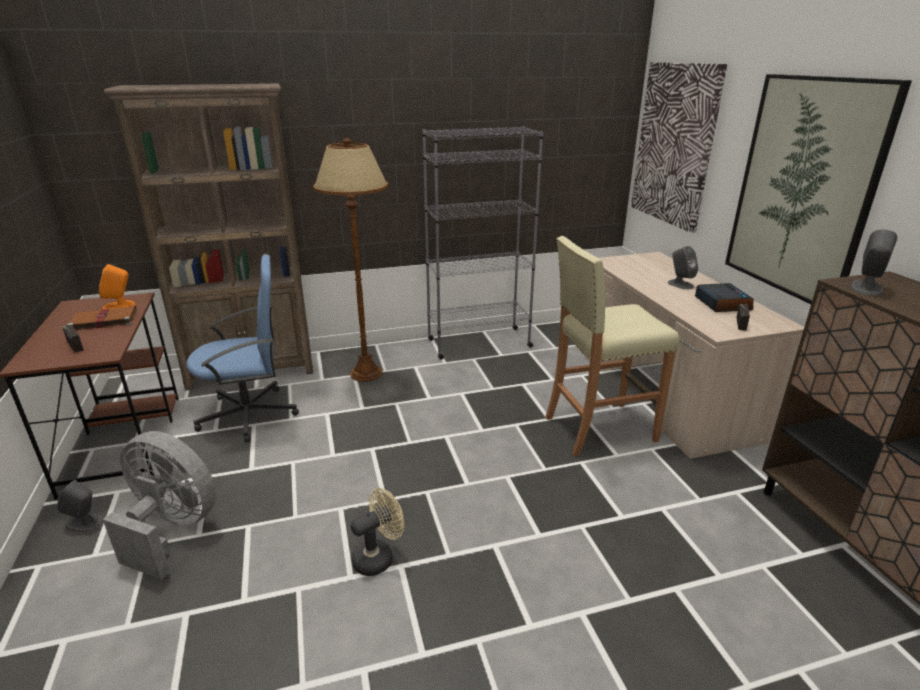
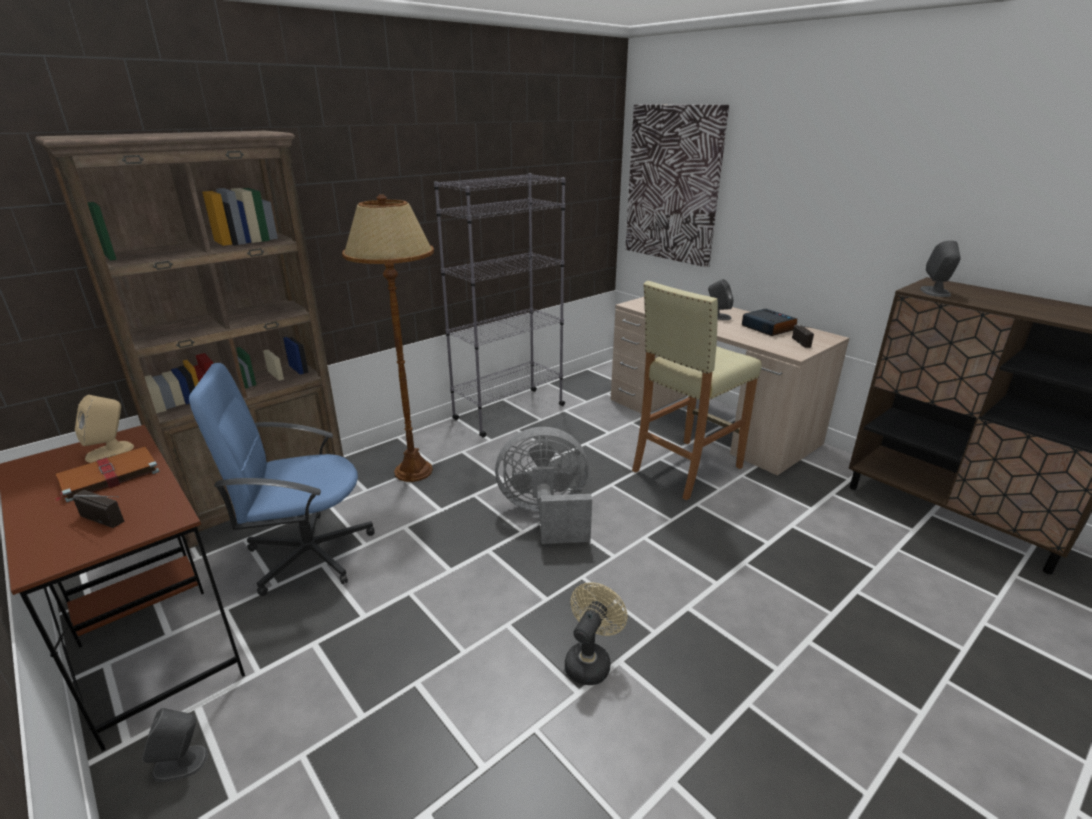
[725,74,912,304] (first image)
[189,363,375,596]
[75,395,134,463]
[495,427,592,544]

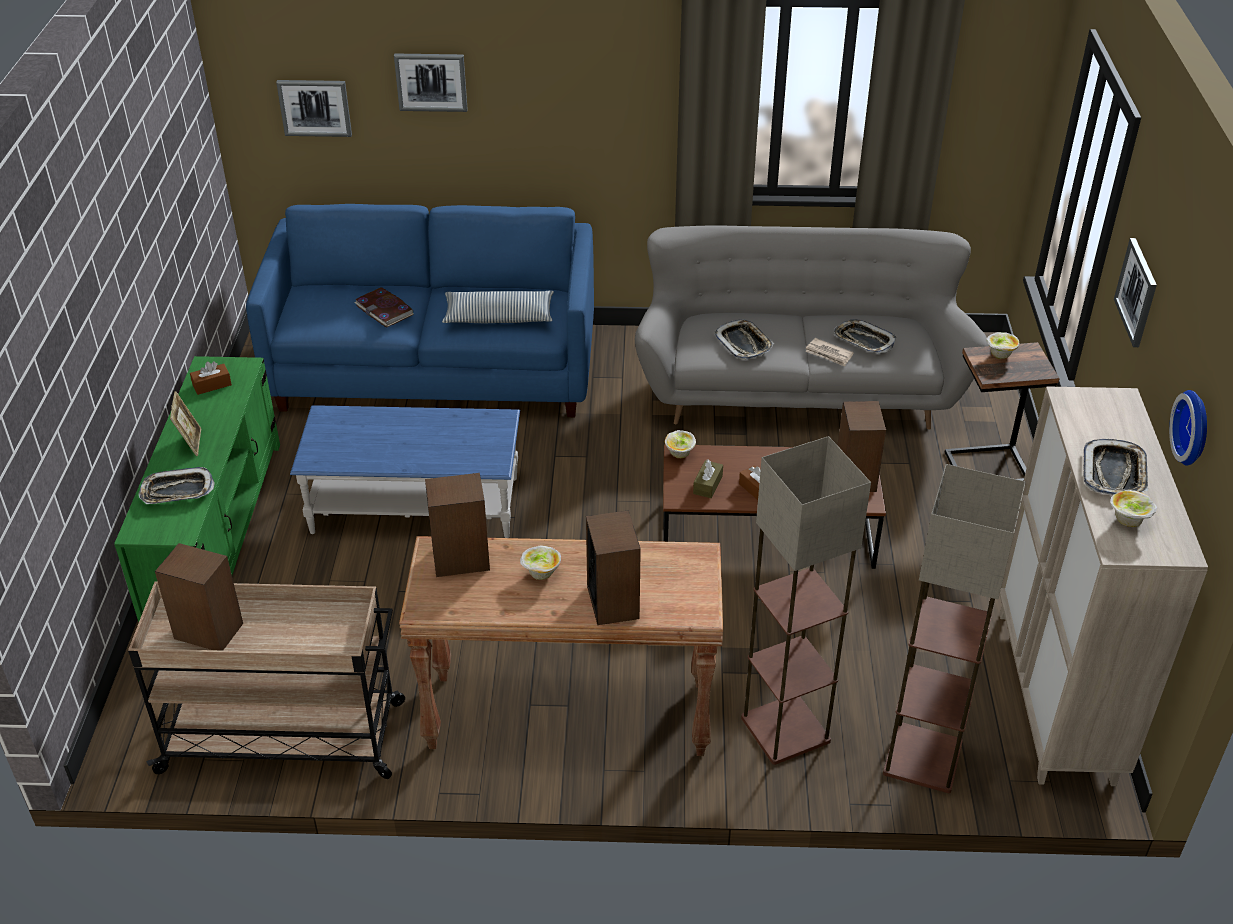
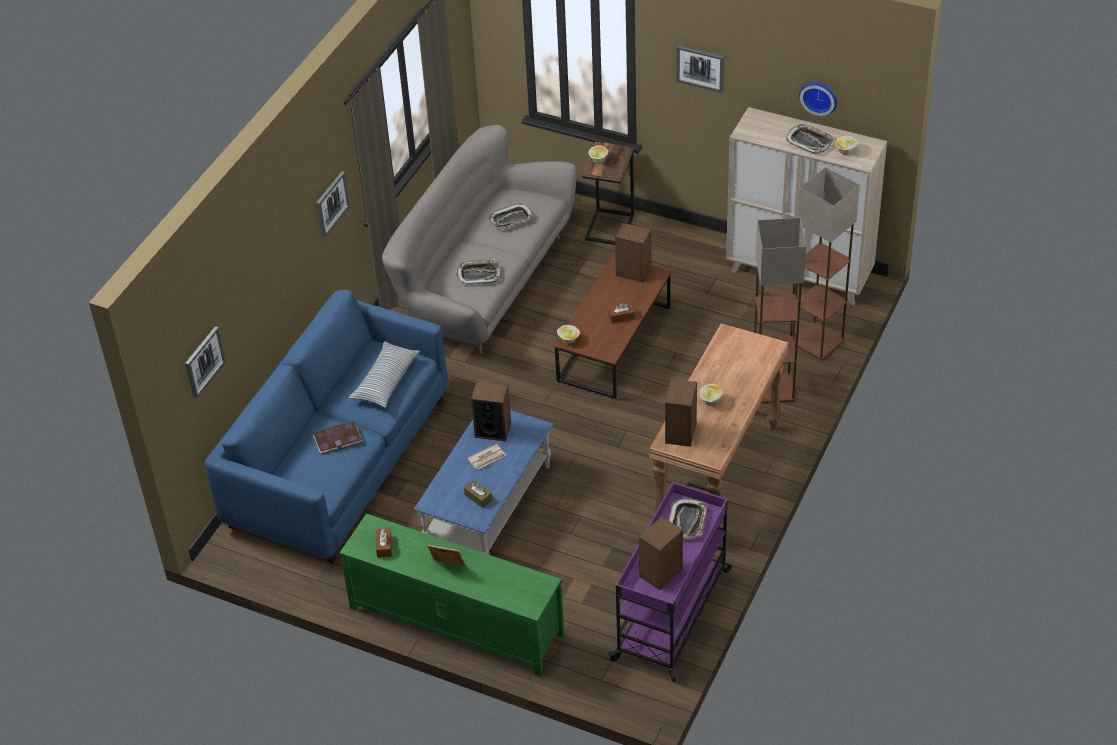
[316,171,350,238]
[467,444,506,470]
[464,480,493,508]
[668,499,708,539]
[471,381,511,441]
[608,482,732,682]

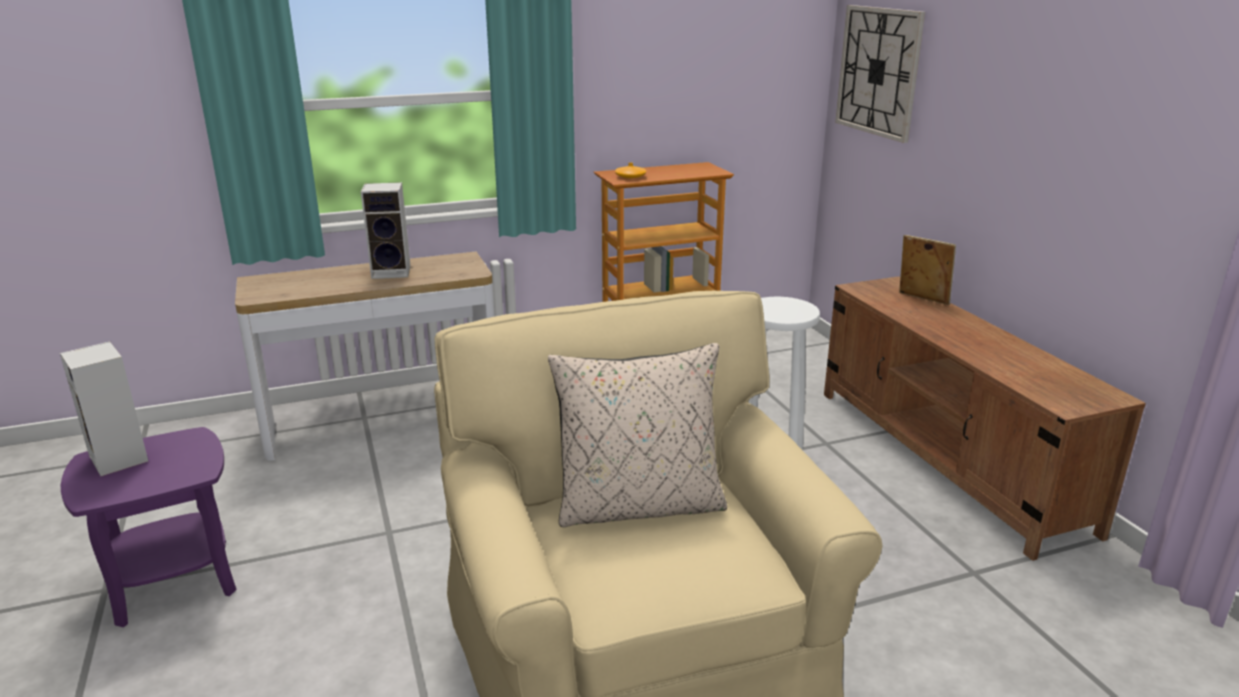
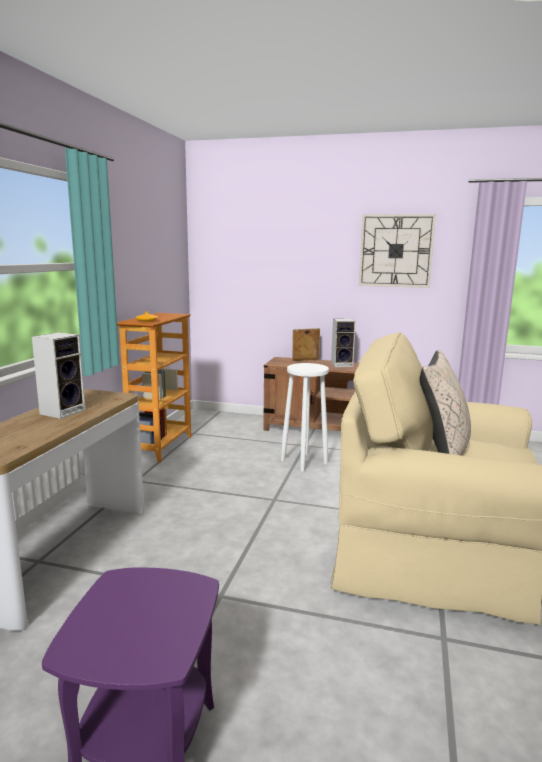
[359,214,436,288]
[331,319,356,367]

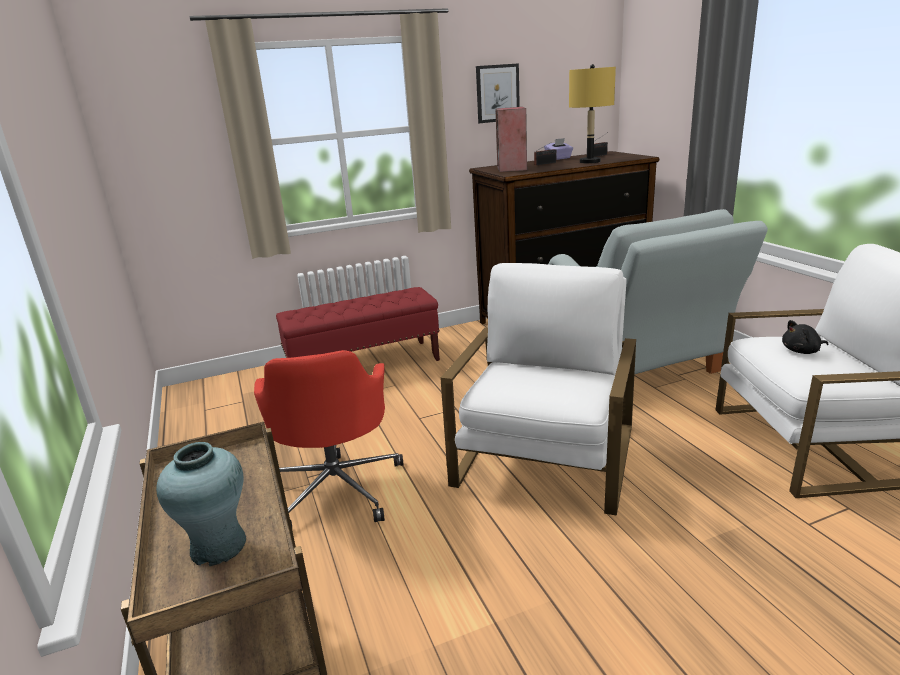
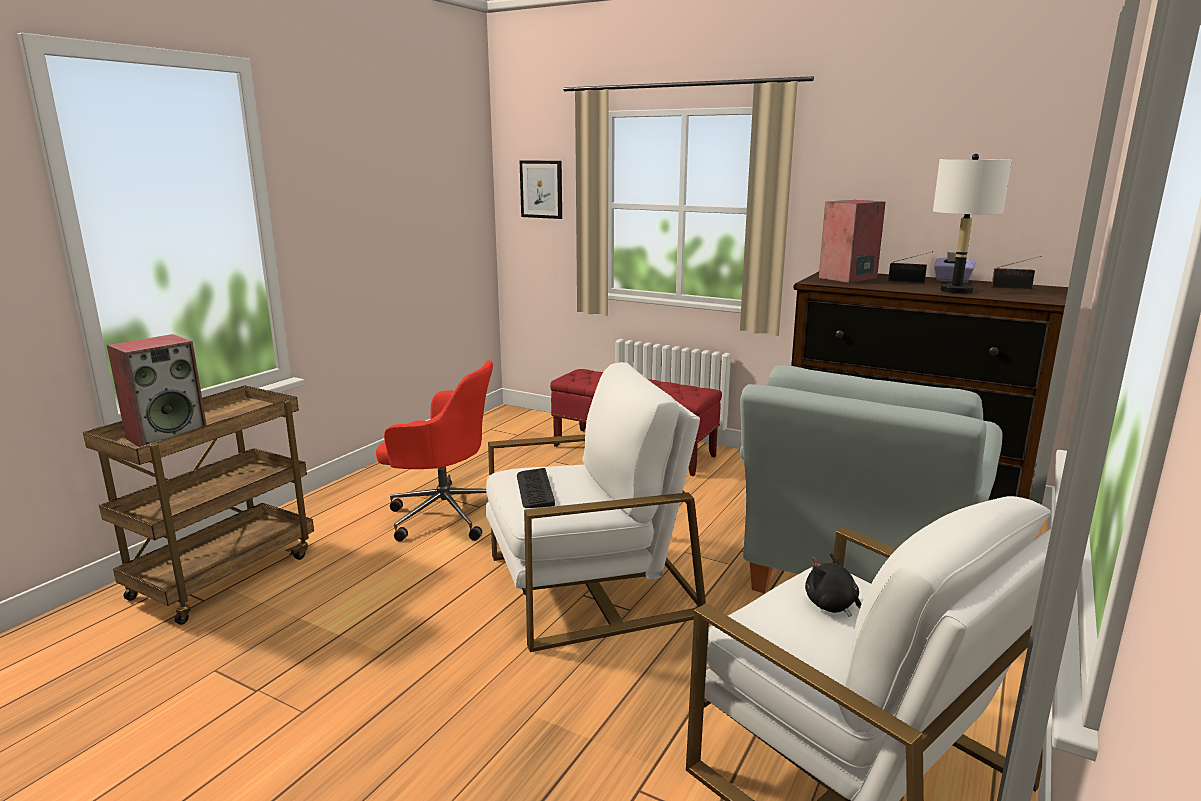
[520,160,562,219]
[933,154,1012,293]
[376,360,493,542]
[107,334,207,447]
[517,468,555,508]

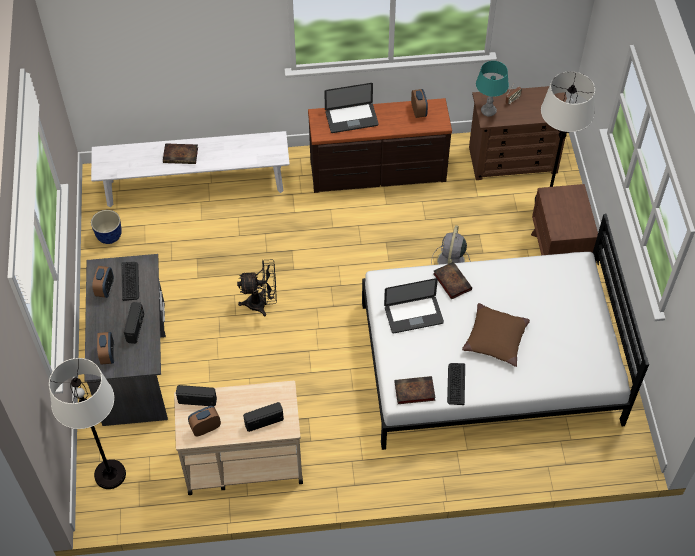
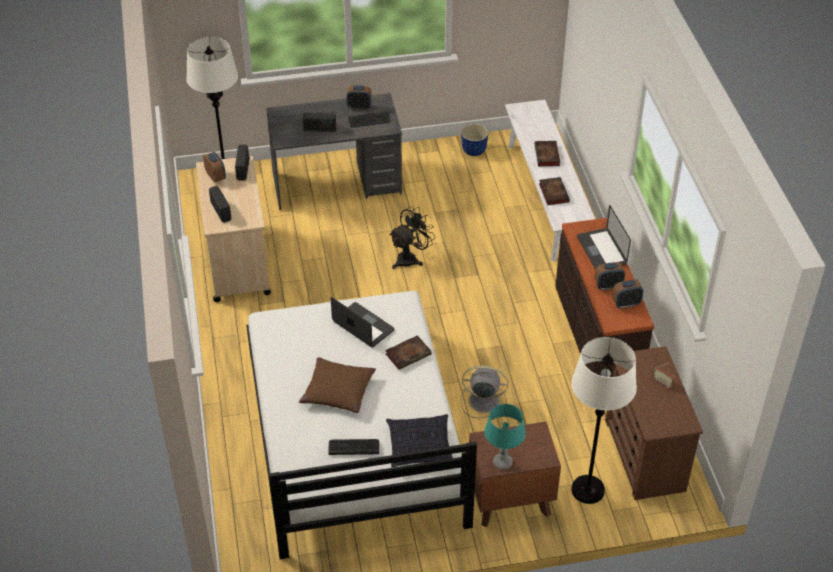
[484,404,526,470]
[389,207,436,269]
[330,297,394,348]
[594,262,625,291]
[328,439,379,455]
[539,177,570,205]
[386,414,453,467]

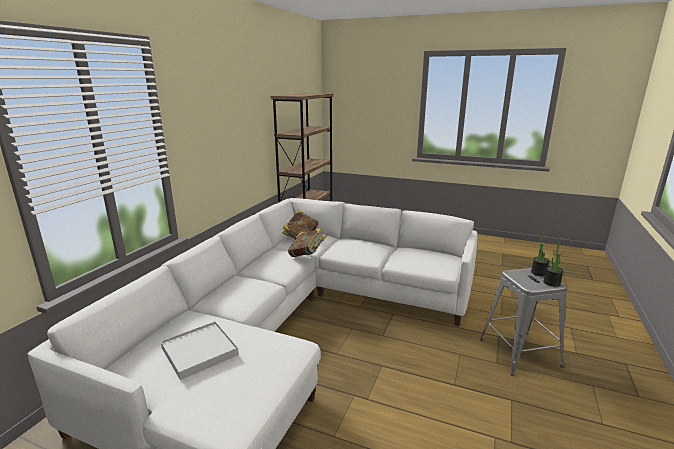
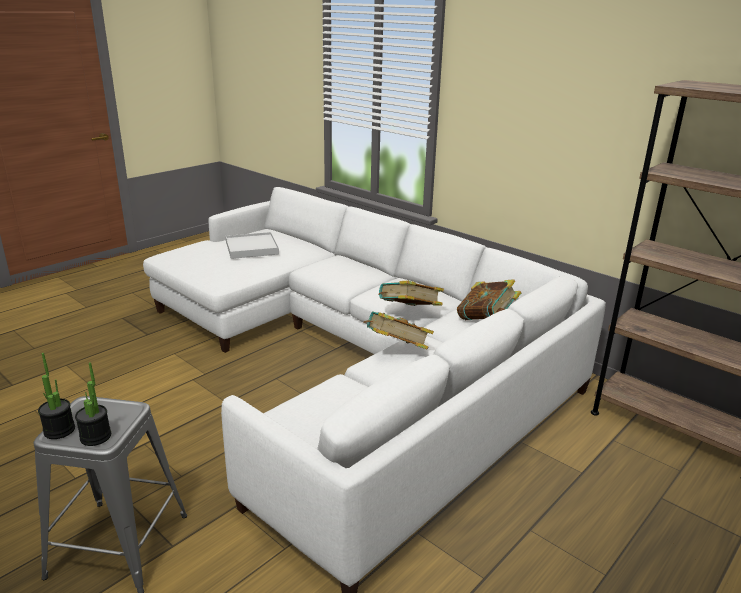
[363,311,434,349]

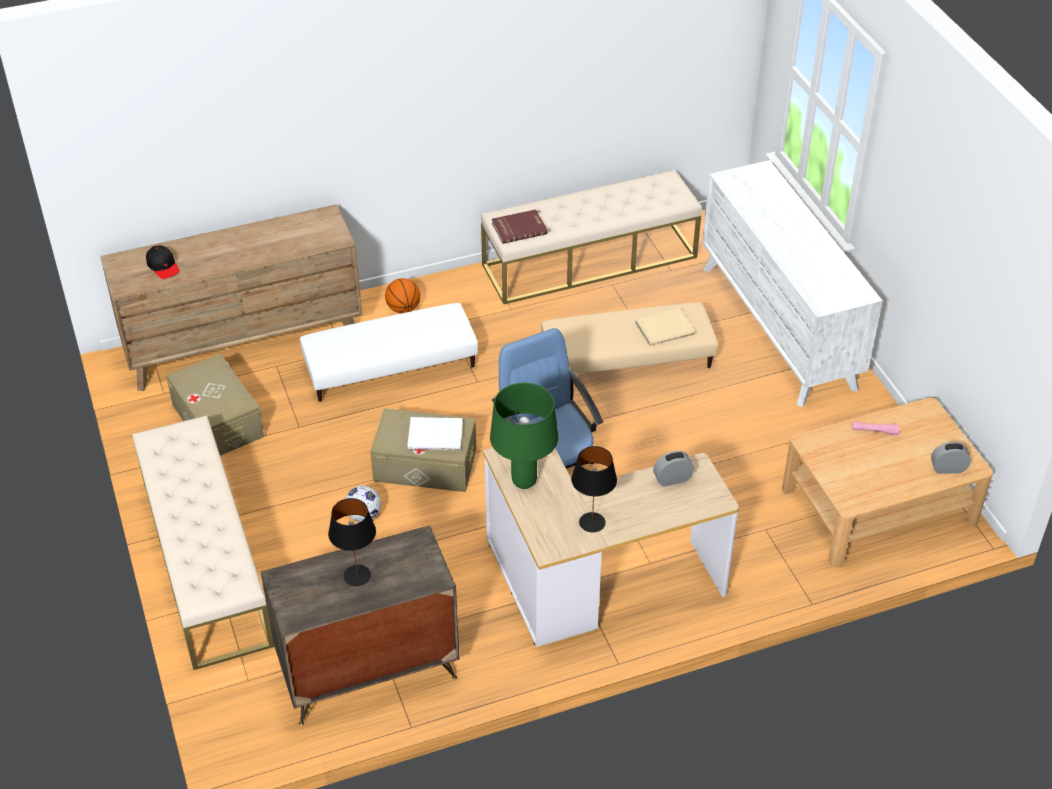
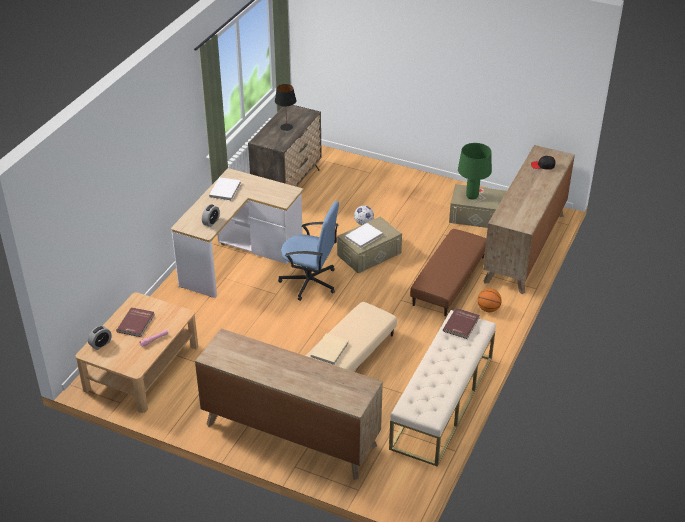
[195,328,383,480]
[410,229,486,316]
[458,143,492,200]
[133,415,274,670] (first image)
[209,177,241,201]
[116,307,154,337]

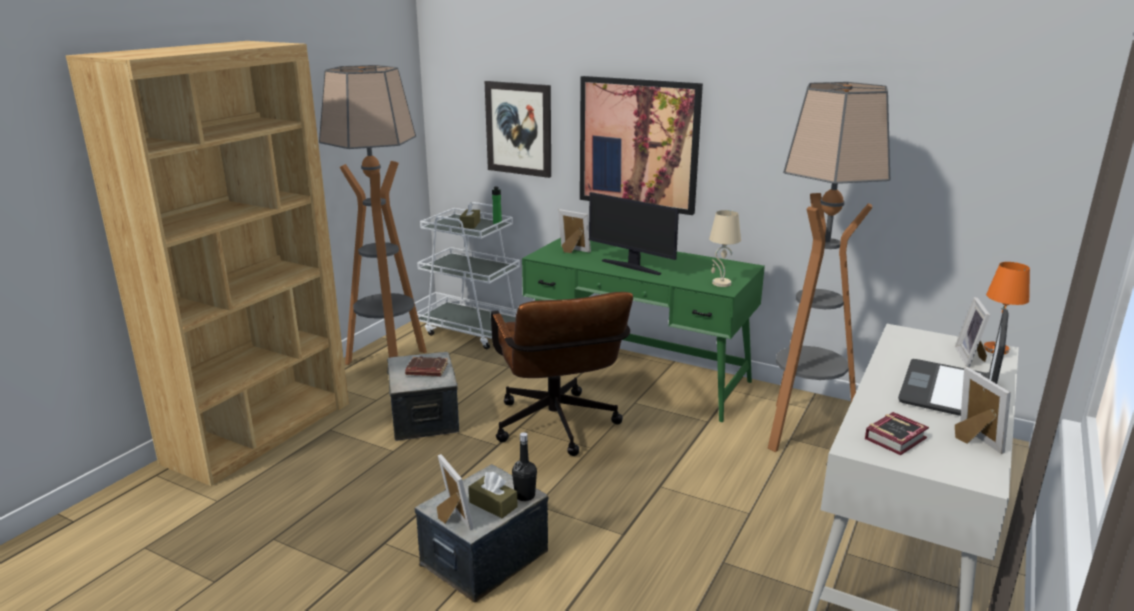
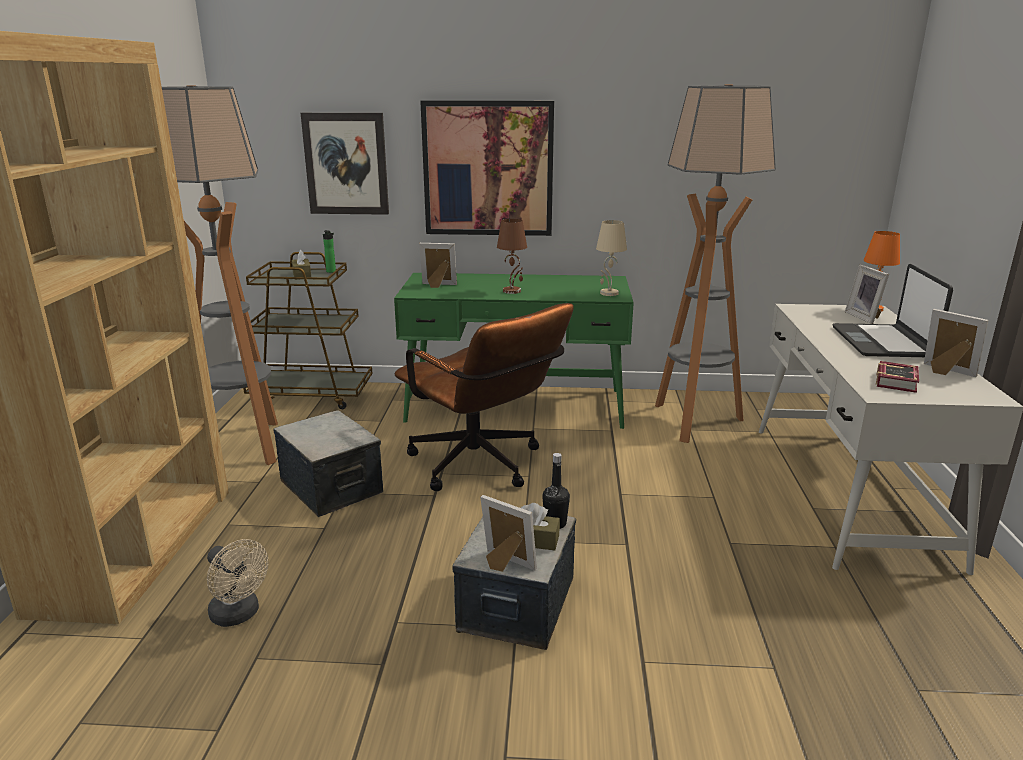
[497,219,527,294]
[243,252,373,409]
[405,357,448,376] (first image)
[207,539,268,627]

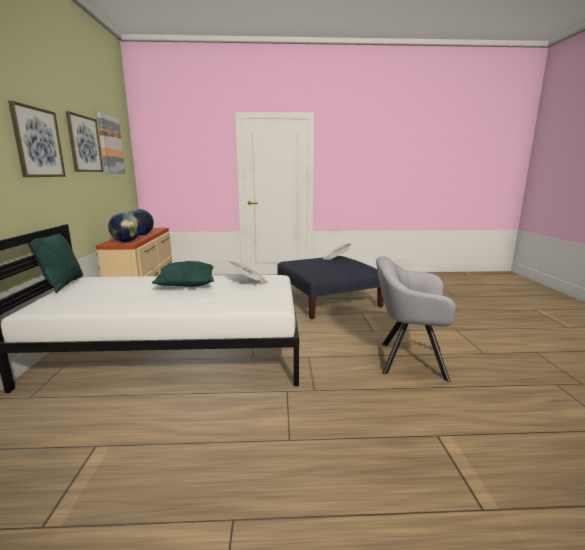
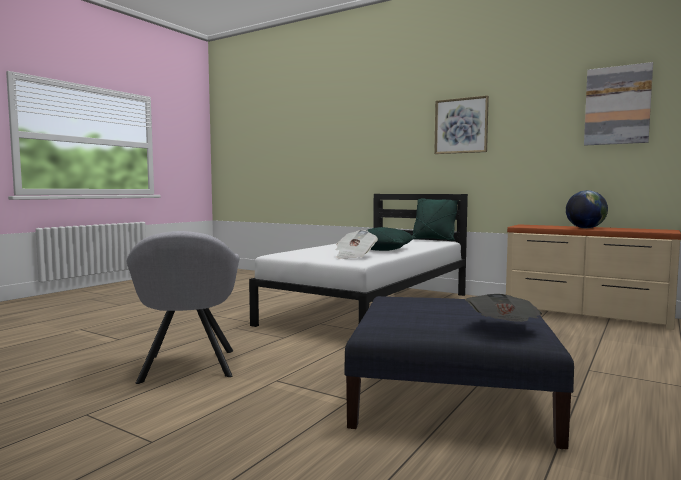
[66,111,103,172] (first image)
[108,213,141,242] (first image)
[127,231,239,384]

